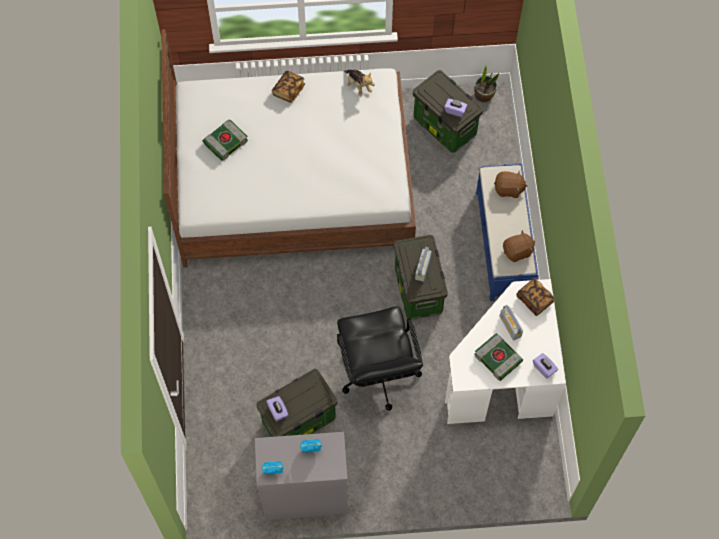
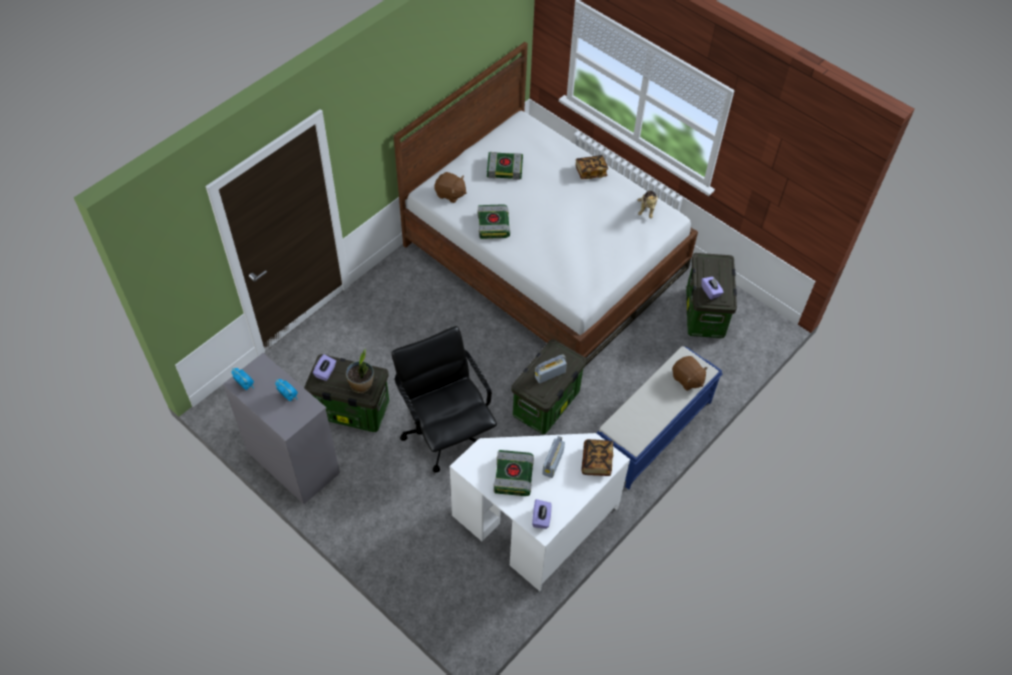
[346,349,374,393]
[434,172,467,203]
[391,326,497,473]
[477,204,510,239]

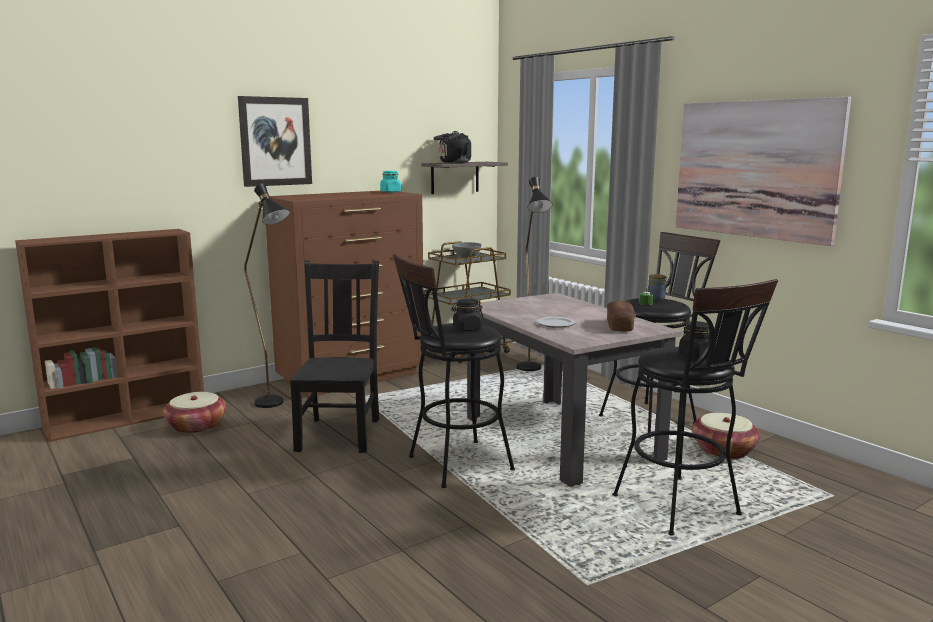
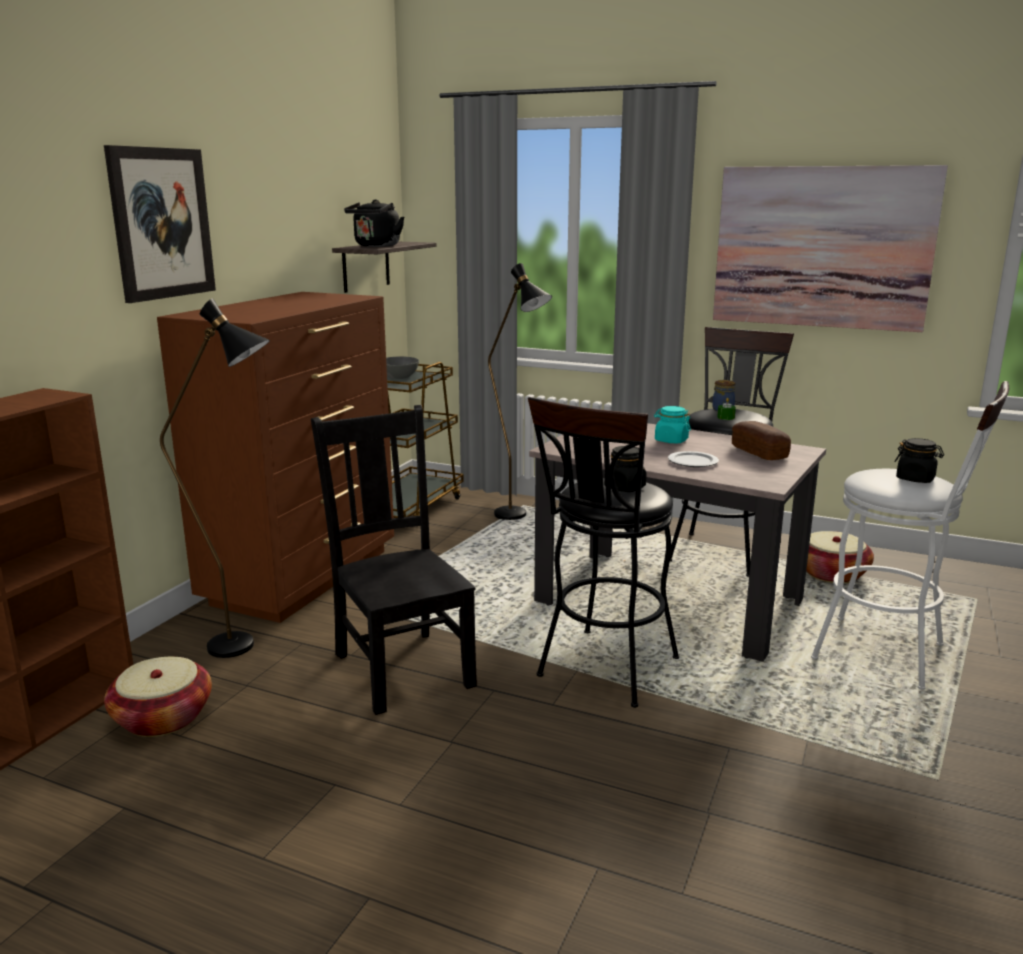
[654,406,691,443]
[811,381,1009,690]

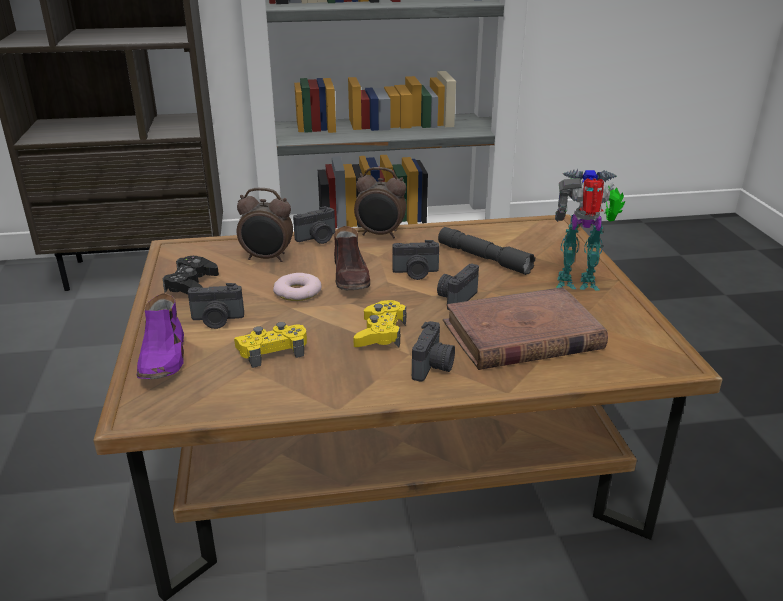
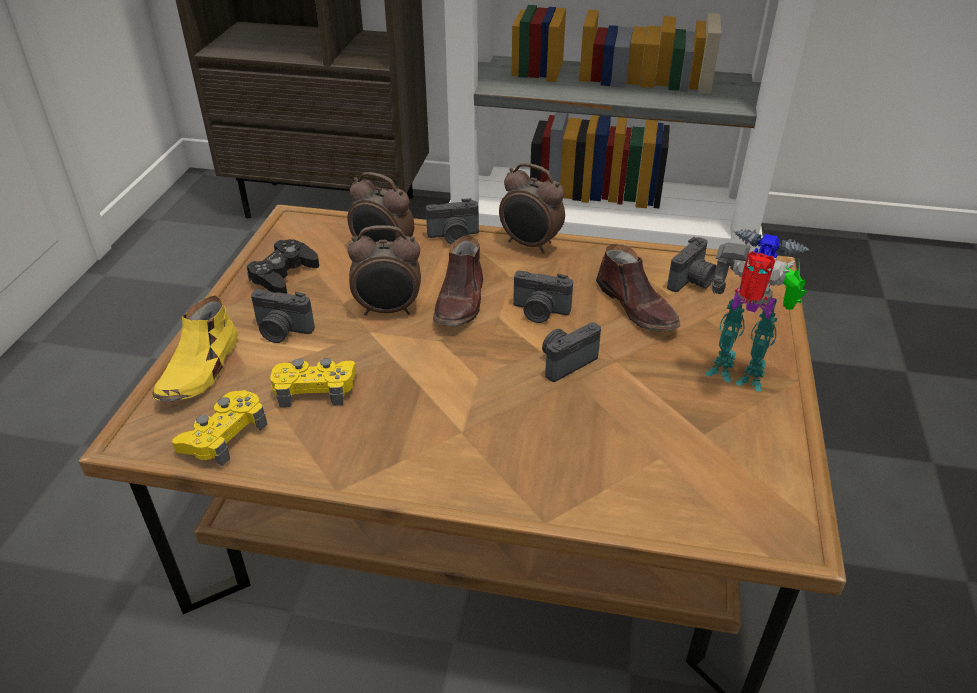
[596,244,680,331]
[348,225,421,316]
[443,287,608,370] (first image)
[152,296,238,402]
[172,390,268,466]
[667,237,716,292]

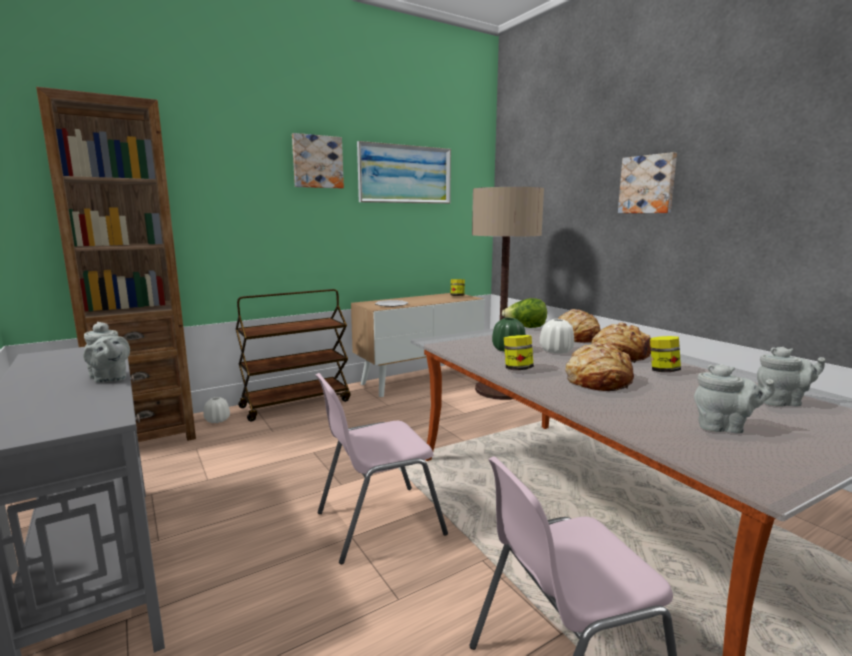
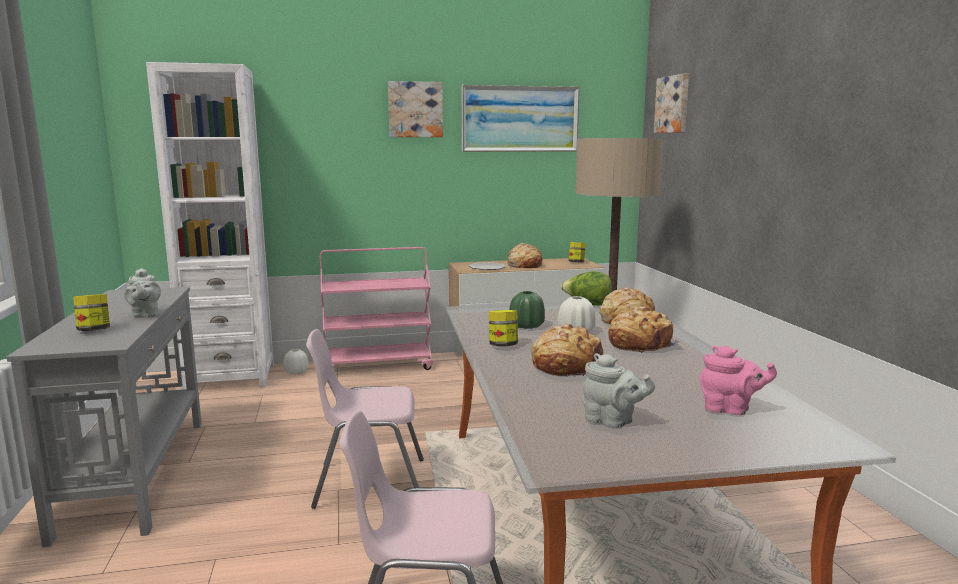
[146,62,274,390]
[654,74,689,133]
[320,247,433,370]
[73,294,110,331]
[700,346,777,415]
[507,243,543,268]

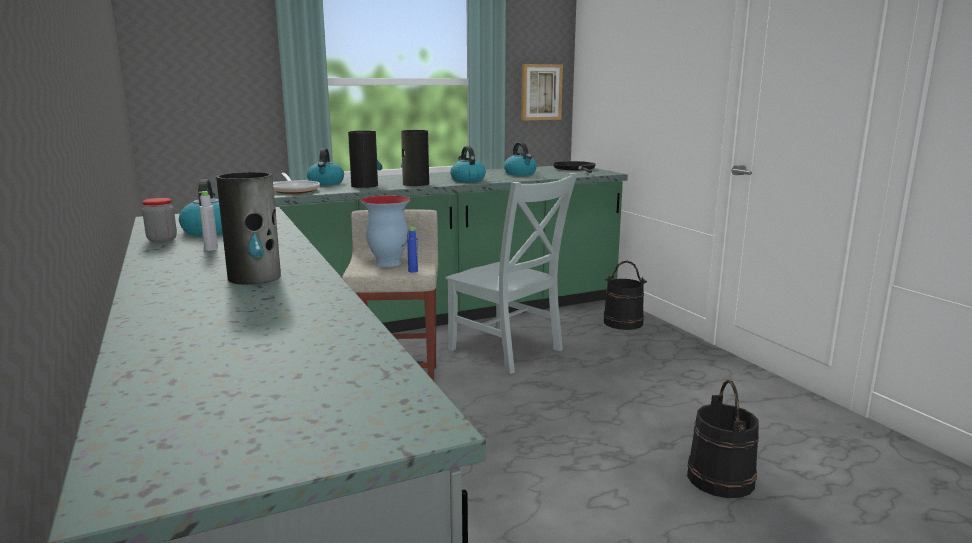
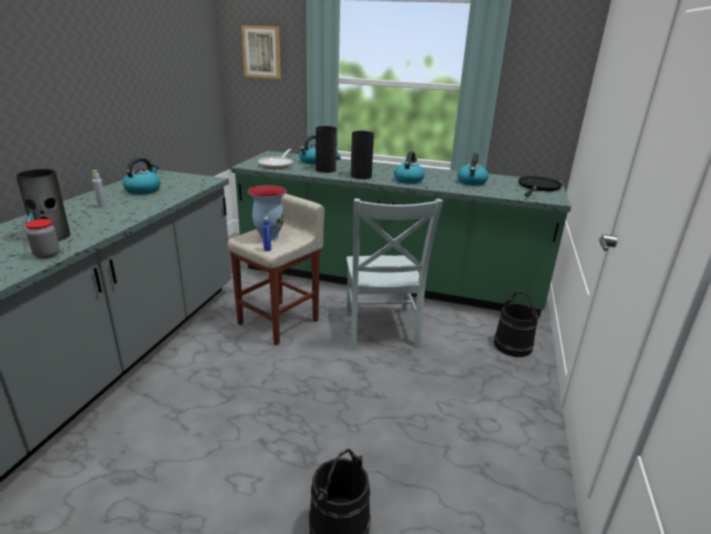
[241,25,281,79]
[25,219,60,259]

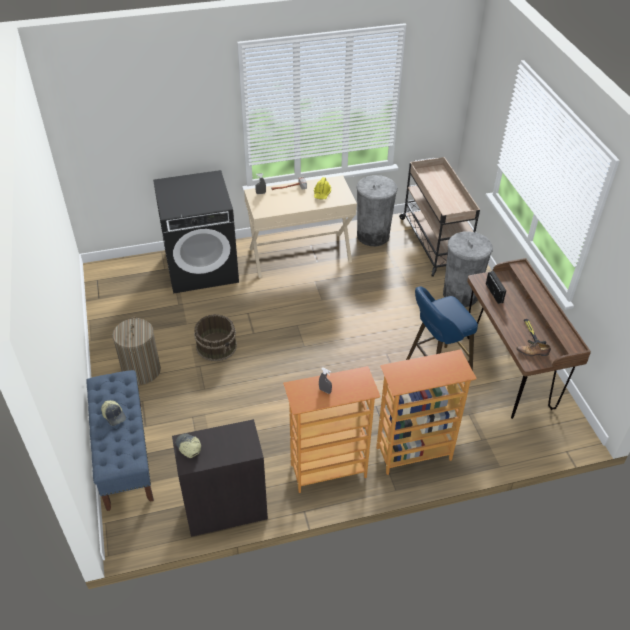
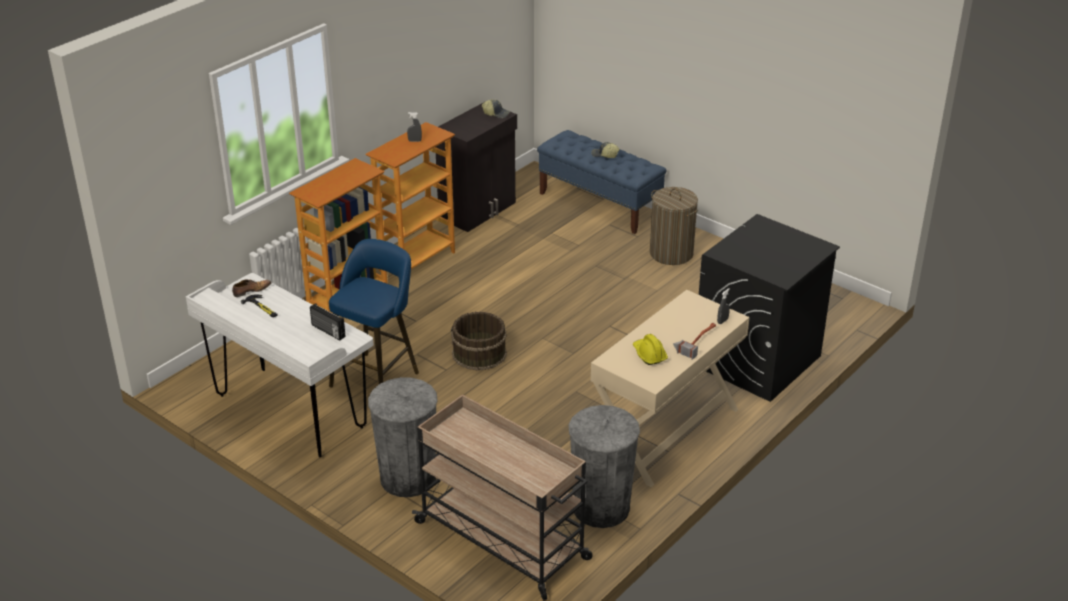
[186,273,373,457]
[451,311,507,371]

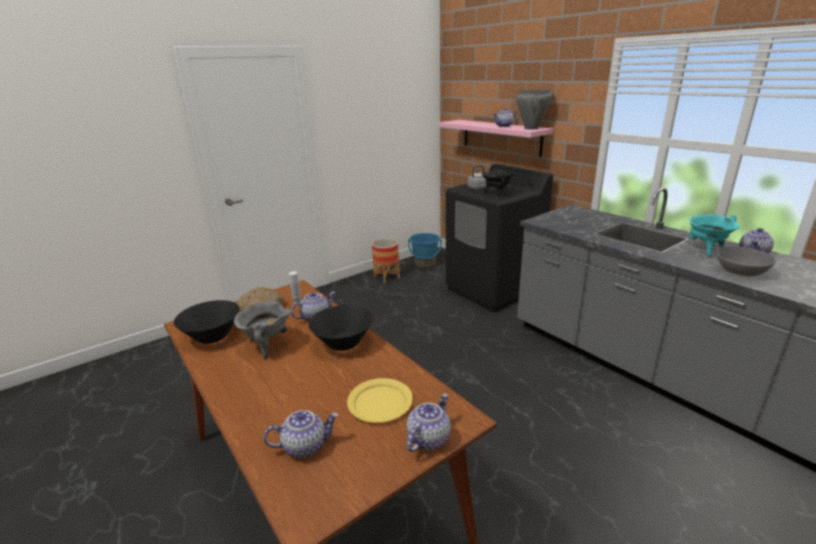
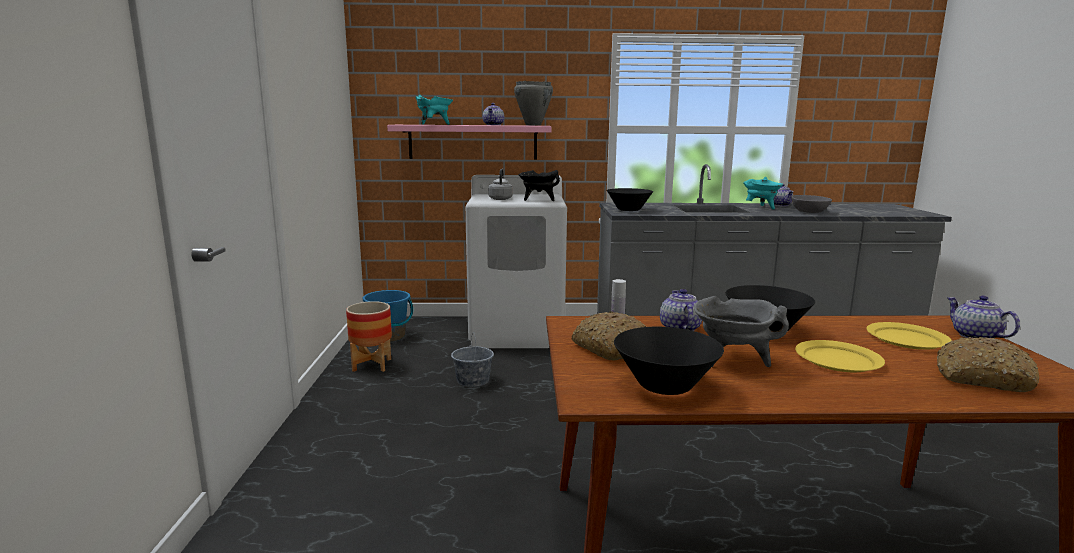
[465,175,567,348]
[937,337,1039,392]
[416,95,453,125]
[607,188,653,211]
[451,332,494,387]
[795,340,885,372]

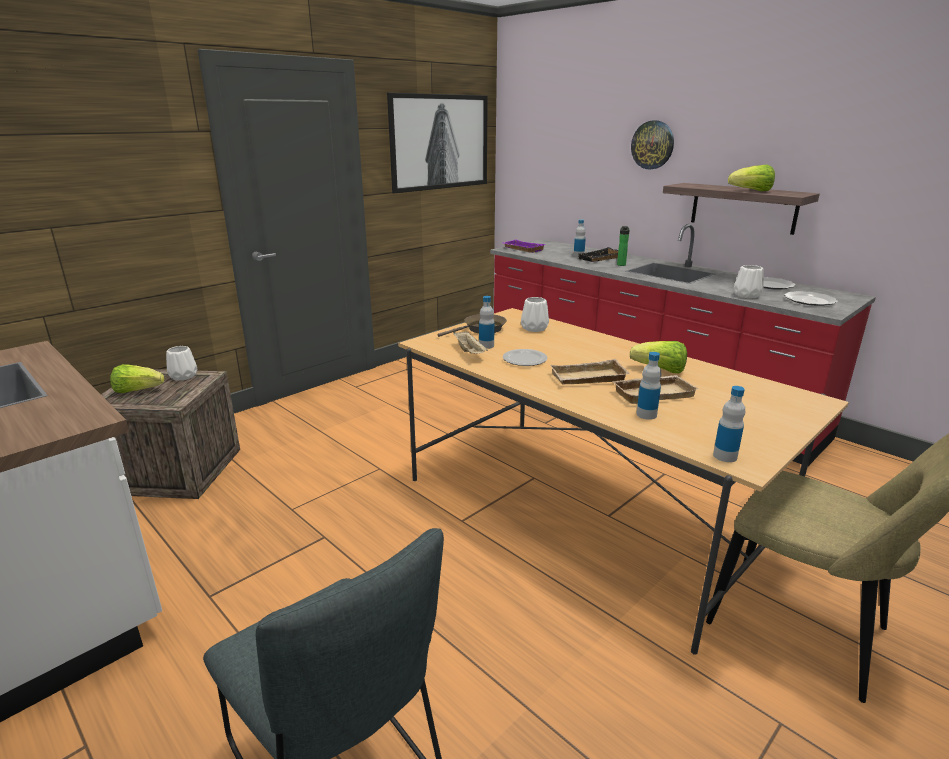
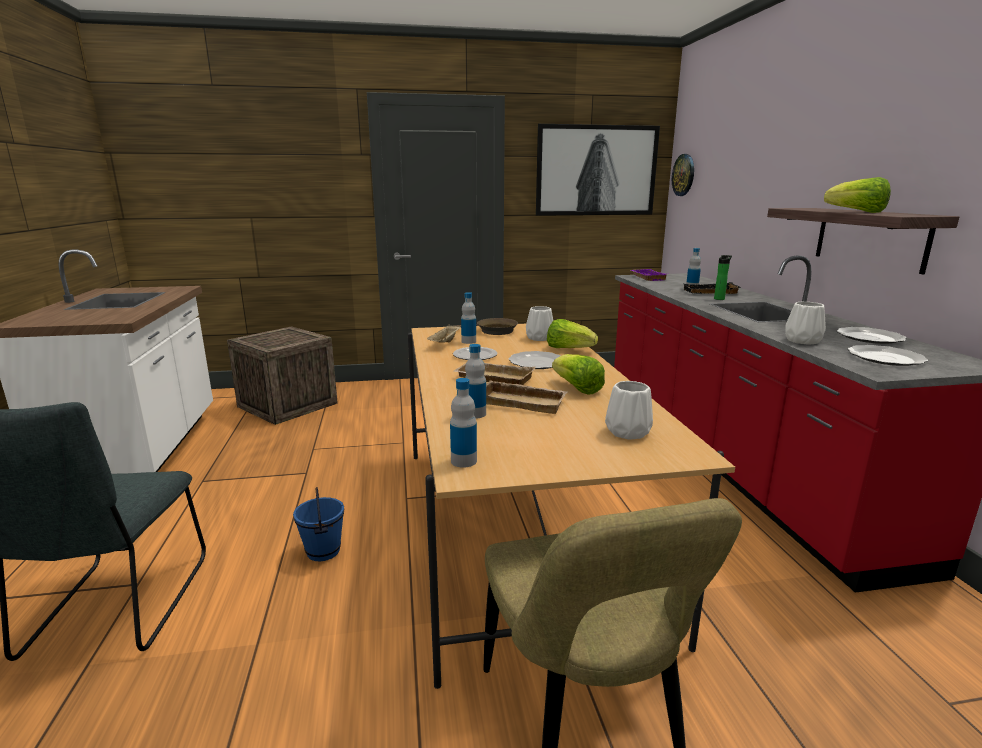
[672,154,694,196]
[605,381,653,440]
[547,319,598,348]
[509,351,561,369]
[293,487,344,561]

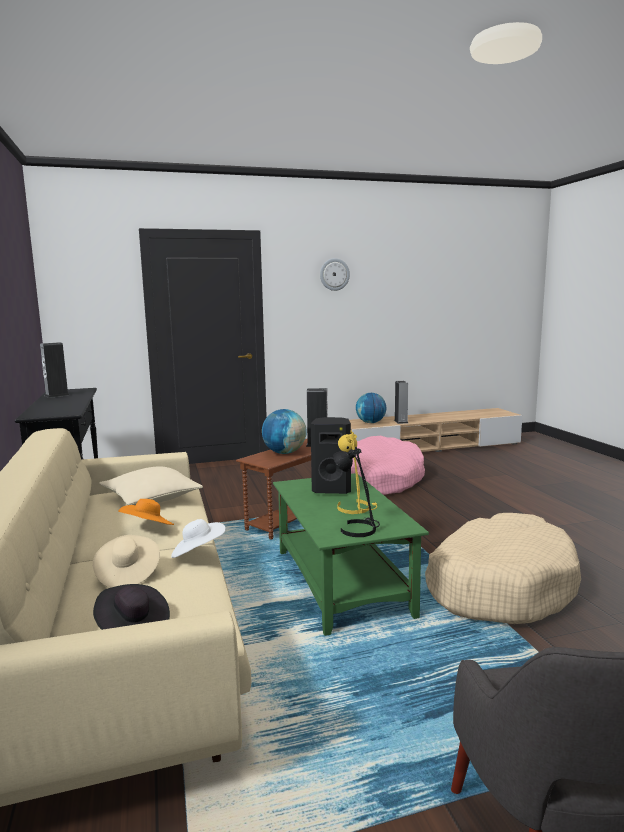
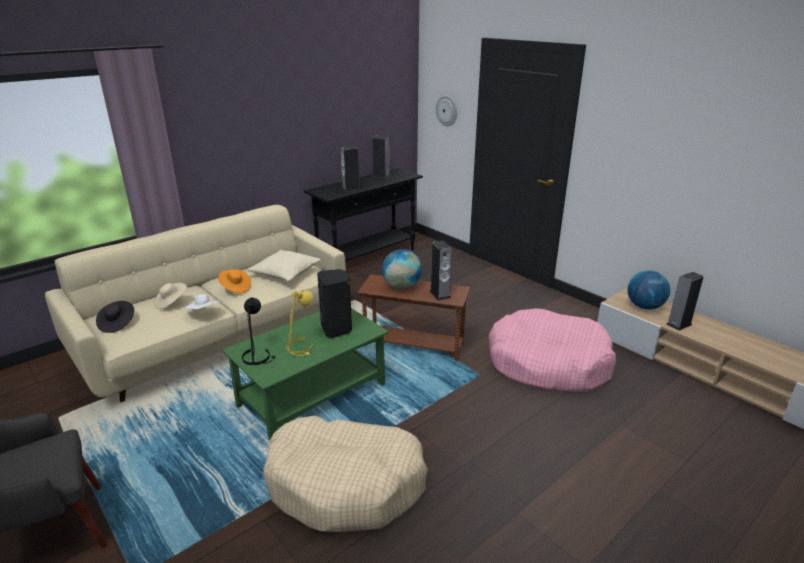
[436,95,457,126]
[341,146,361,192]

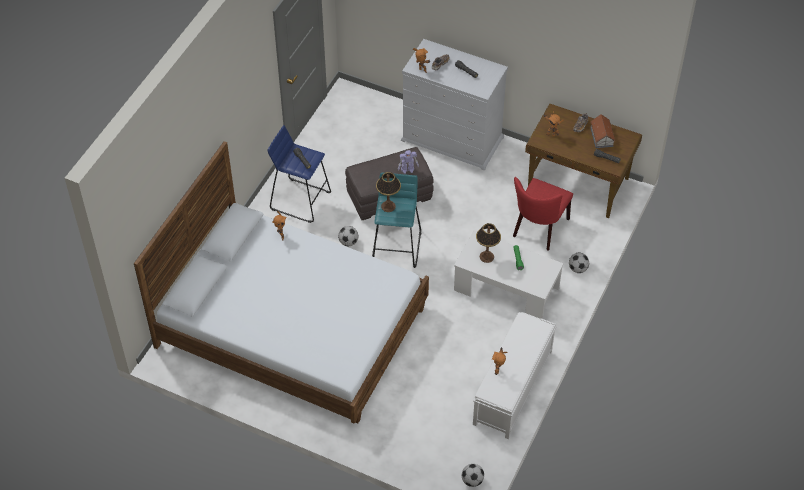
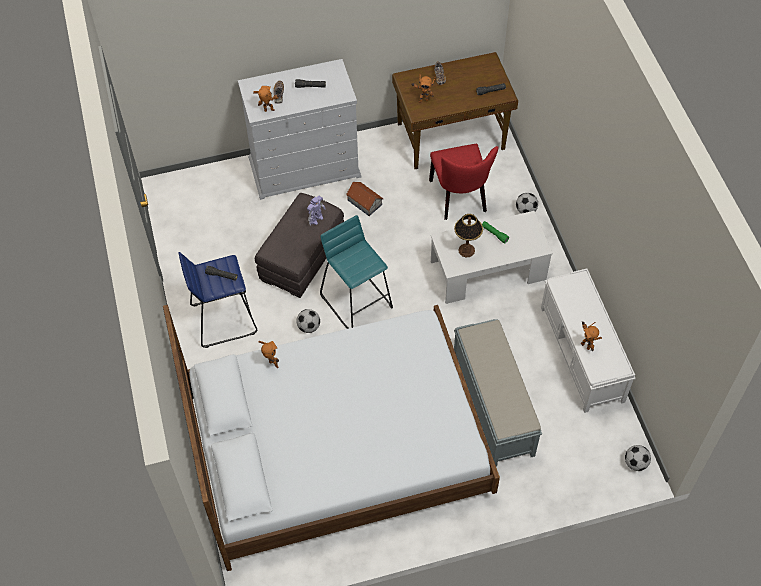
[346,182,383,216]
[376,172,401,212] (first image)
[454,319,542,467]

